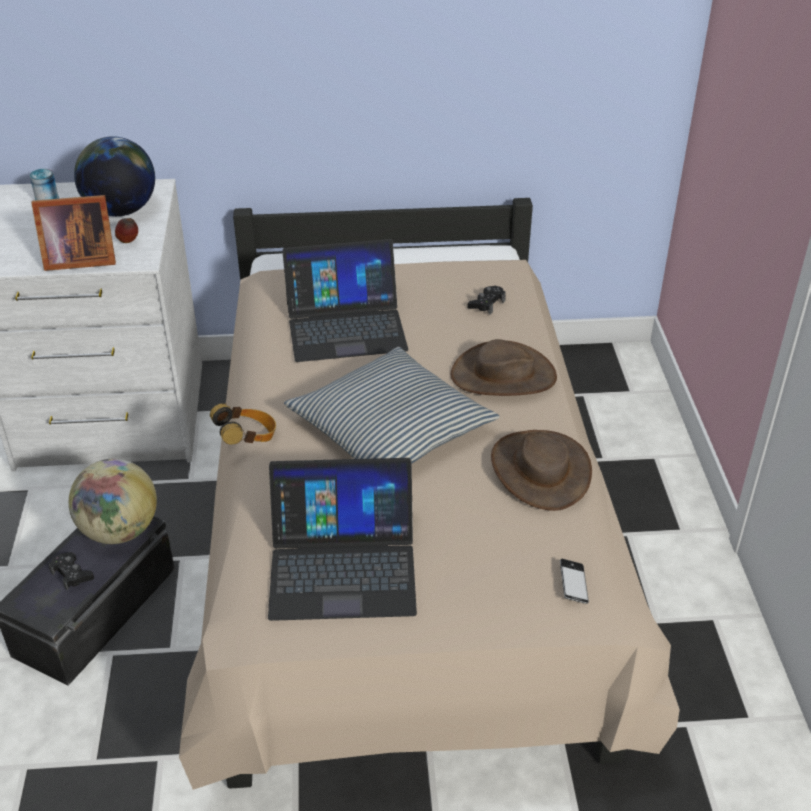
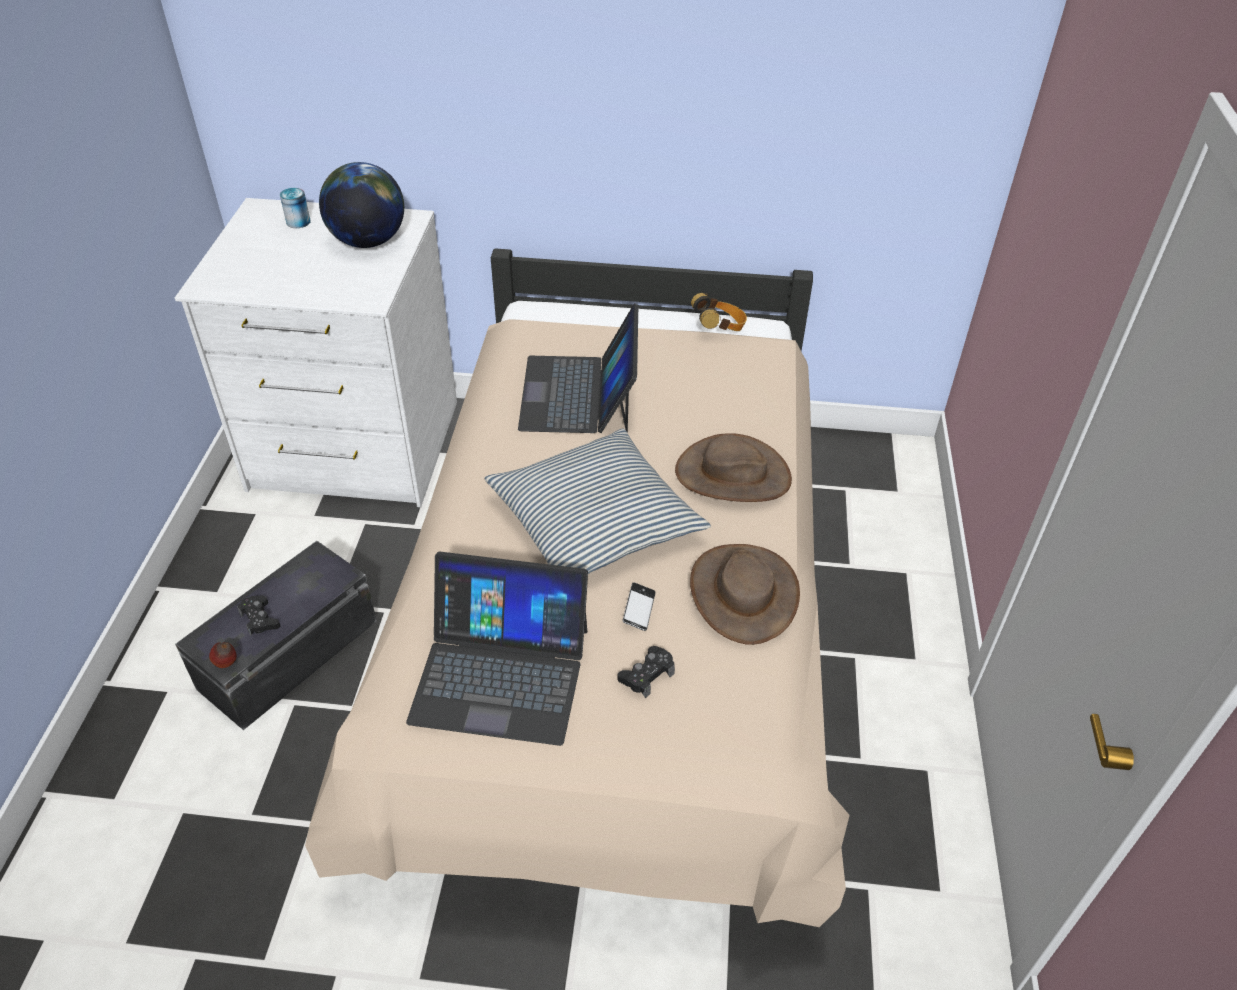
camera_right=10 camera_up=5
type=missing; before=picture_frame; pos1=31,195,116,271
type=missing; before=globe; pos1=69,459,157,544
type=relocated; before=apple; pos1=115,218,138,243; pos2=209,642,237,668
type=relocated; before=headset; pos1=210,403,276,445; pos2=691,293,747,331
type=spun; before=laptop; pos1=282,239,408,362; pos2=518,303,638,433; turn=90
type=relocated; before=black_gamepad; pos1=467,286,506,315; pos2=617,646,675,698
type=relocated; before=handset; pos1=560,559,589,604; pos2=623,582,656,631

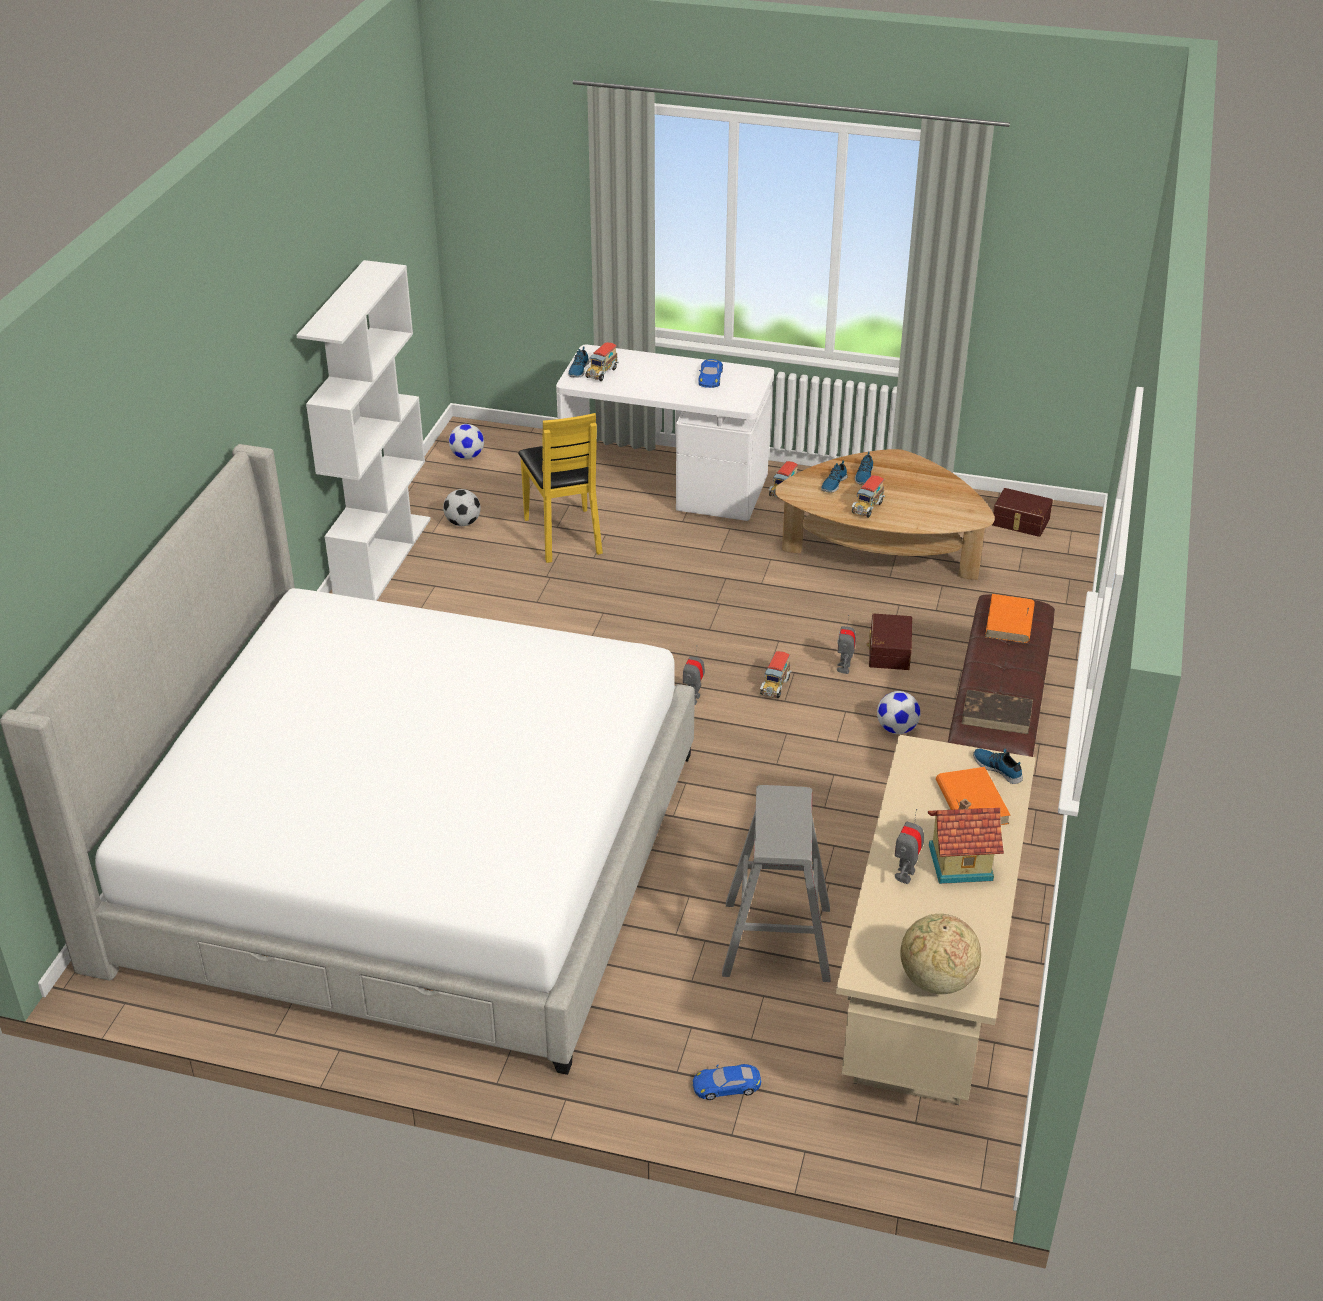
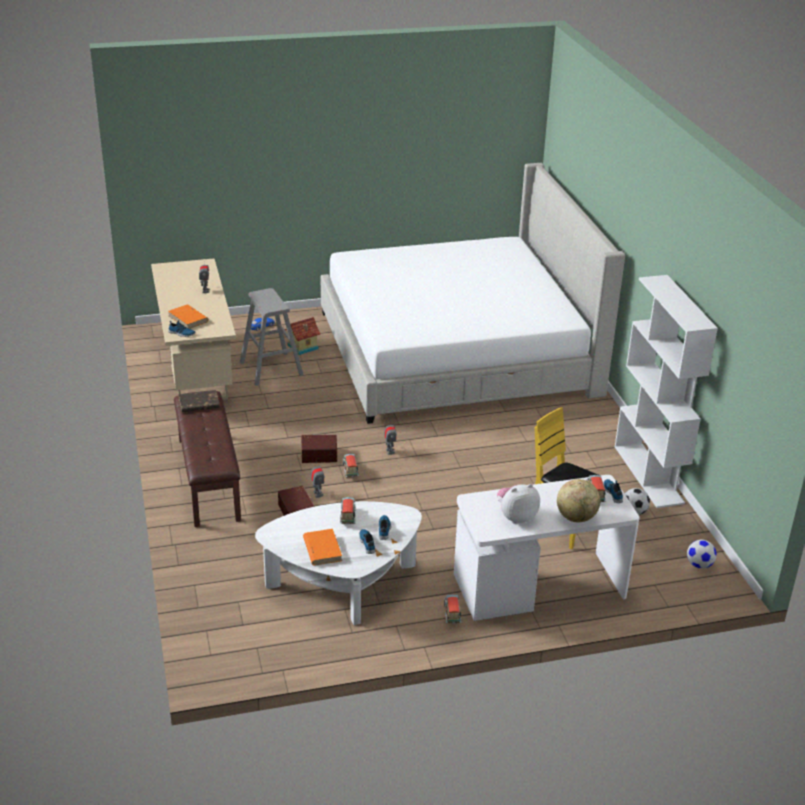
camera_right=150 camera_up=-5
type=exchanged; before=blue_model_car; after=cuddly_toy; pos1=698,359,723,388; pos2=497,484,540,524
type=colour; before=brownish_low_table; after=white-coloured_low_table; pos1=775,449,995,580; pos2=255,501,422,625
type=missing; before=ball_for_football; pos1=877,691,920,734
type=relocated; before=globe; pos1=900,914,981,994; pos2=557,479,600,523
type=relocated; before=model_house; pos1=928,799,1004,884; pos2=285,317,321,355
type=relocated; before=orangey_book; pos1=985,594,1035,643; pos2=303,529,342,565
type=relocated; before=brownish_storage_box; pos1=992,488,1053,537; pos2=301,434,337,463

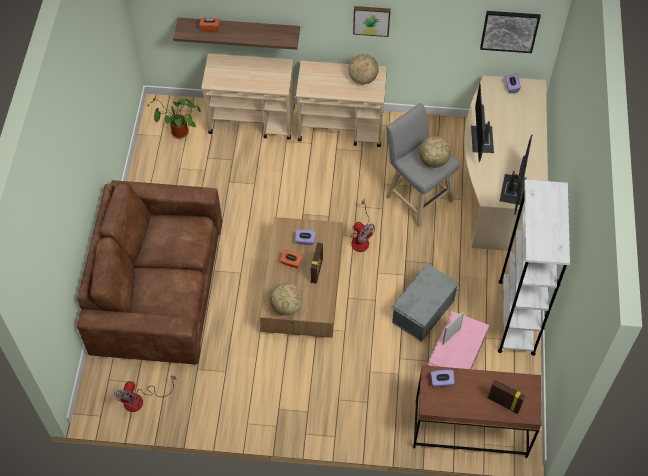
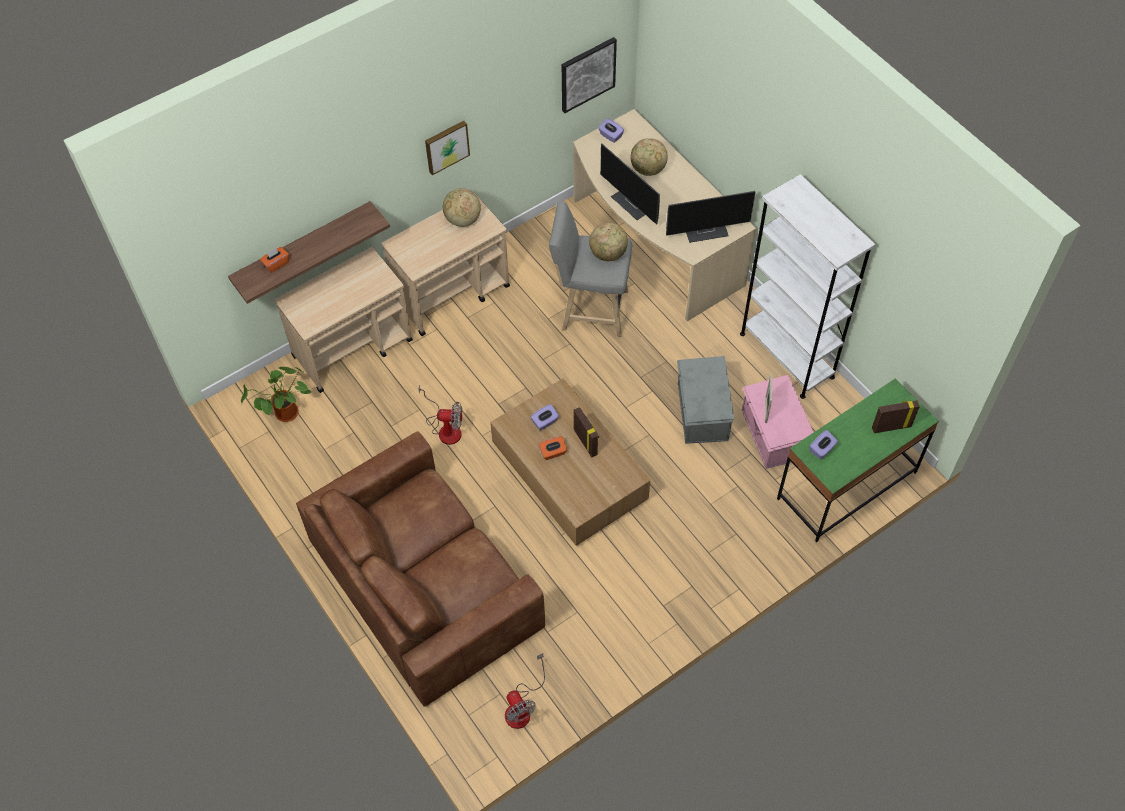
camera_right=-40 camera_up=0
type=relocated; before=globe; pos1=270,283,303,316; pos2=631,138,668,176
type=relocated; before=cooling_fan; pos1=350,199,375,252; pos2=419,385,462,445
type=colour; before=brownish_desk_table; after=green-coloured_desk_table; pos1=413,365,542,458; pos2=777,378,939,542
type=spun; before=computer_screen; pos1=500,135,532,215; pos2=666,191,755,243; turn=105

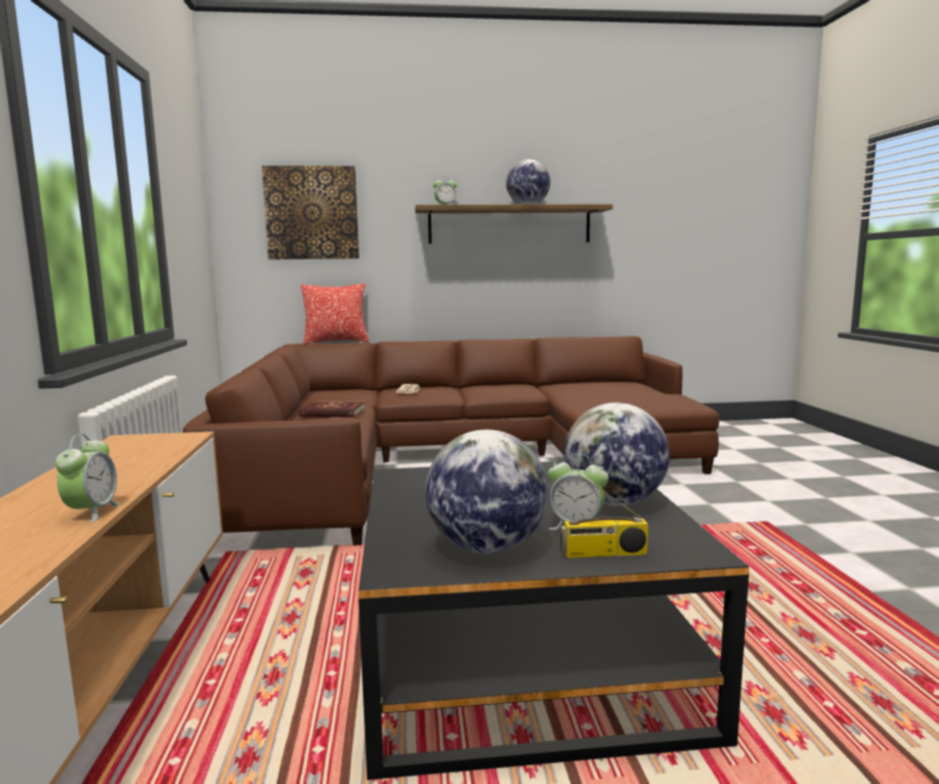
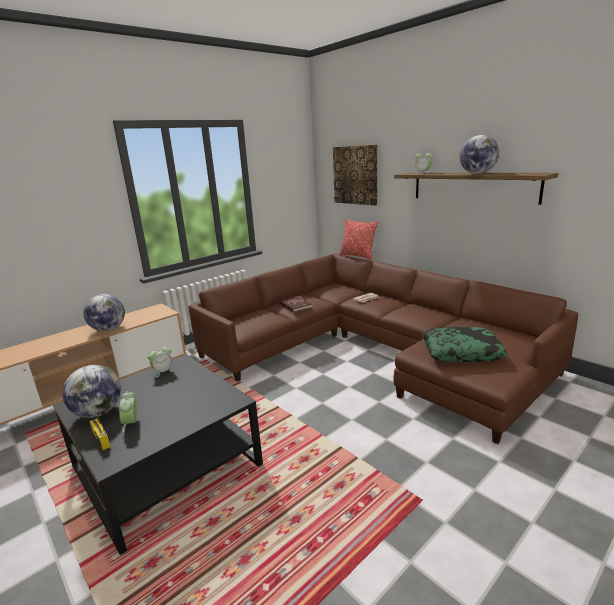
camera_right=55 camera_up=10
type=relocated; before=table_clock; pos1=55,434,121,523; pos2=147,345,174,378
type=relocated; before=globe; pos1=564,403,670,506; pos2=83,294,125,331
type=appeared; after=cushion; pos2=422,327,507,362

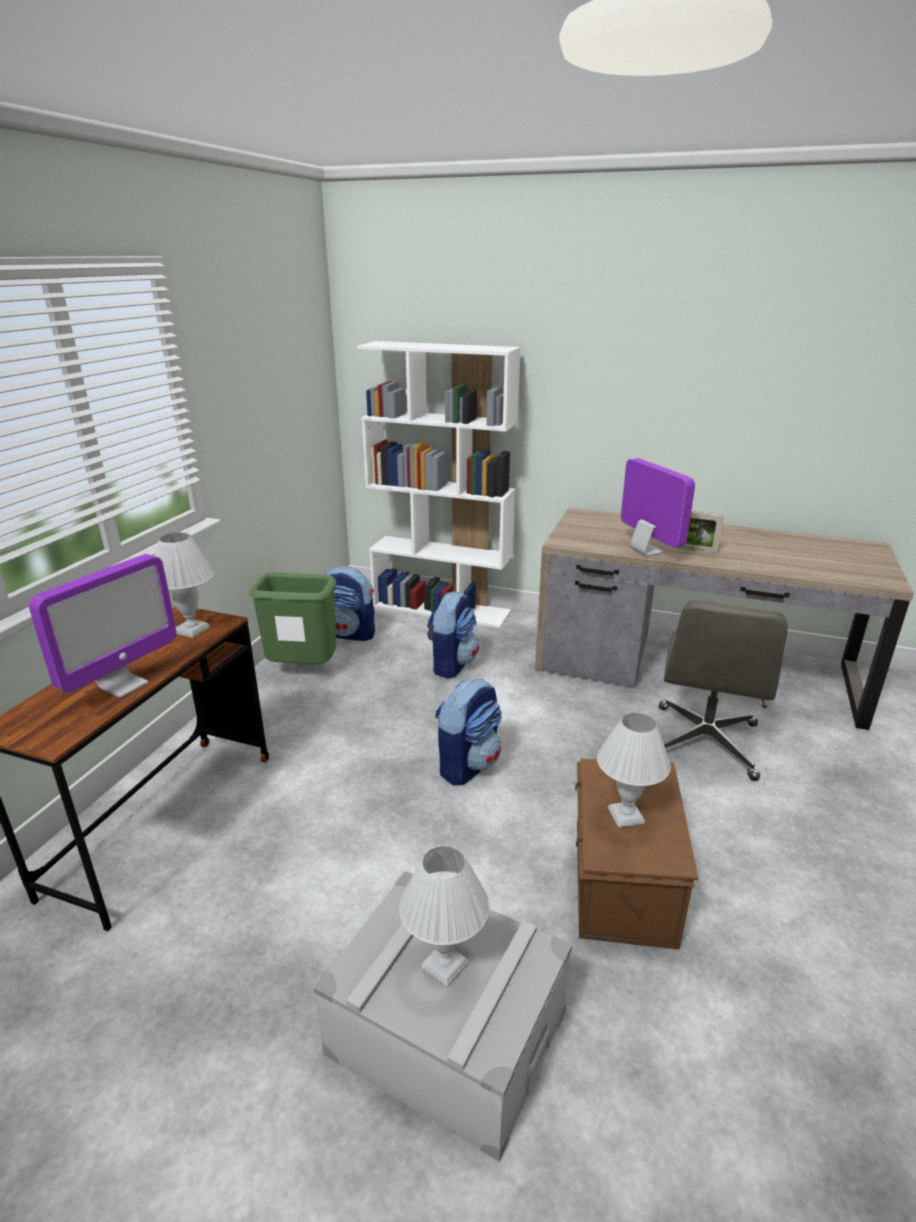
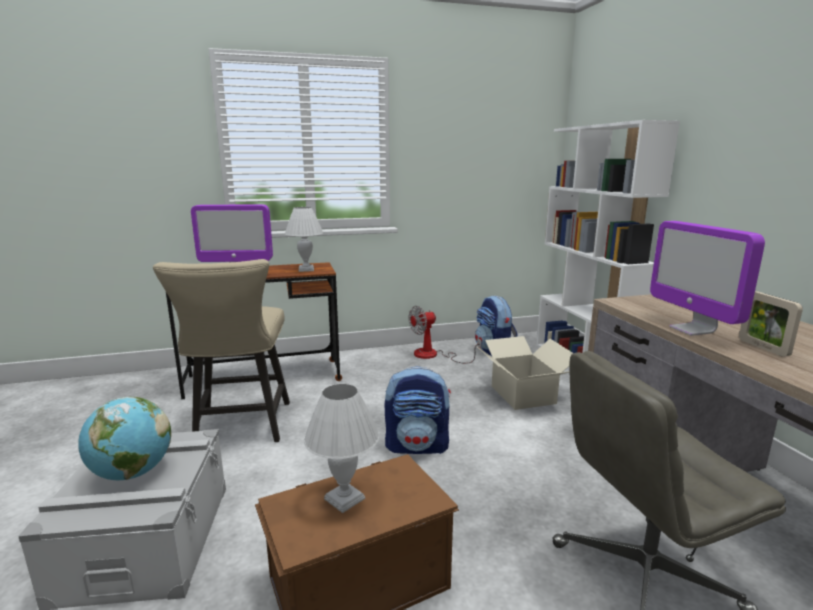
camera_right=55 camera_up=-10
type=exchanged; before=green-coloured_trash_can; after=cooling_fan; pos1=249,573,337,664; pos2=409,306,481,364
type=exchanged; before=white-coloured_lamp_for_a_table; after=globe; pos1=399,846,490,988; pos2=78,397,171,480
type=exchanged; before=rucksack; after=cardboard_box; pos1=427,591,479,678; pos2=476,336,573,410
type=spun; before=computer_screen; pos1=621,458,695,556; pos2=650,221,765,336; turn=135
type=appeared; after=beige_chair; pos2=153,259,290,442

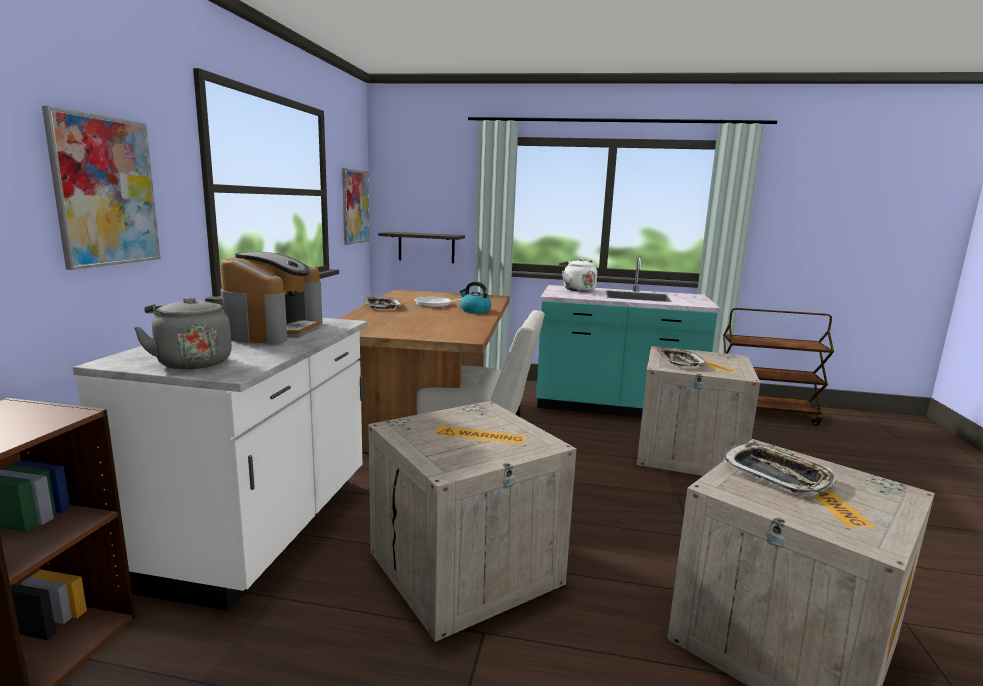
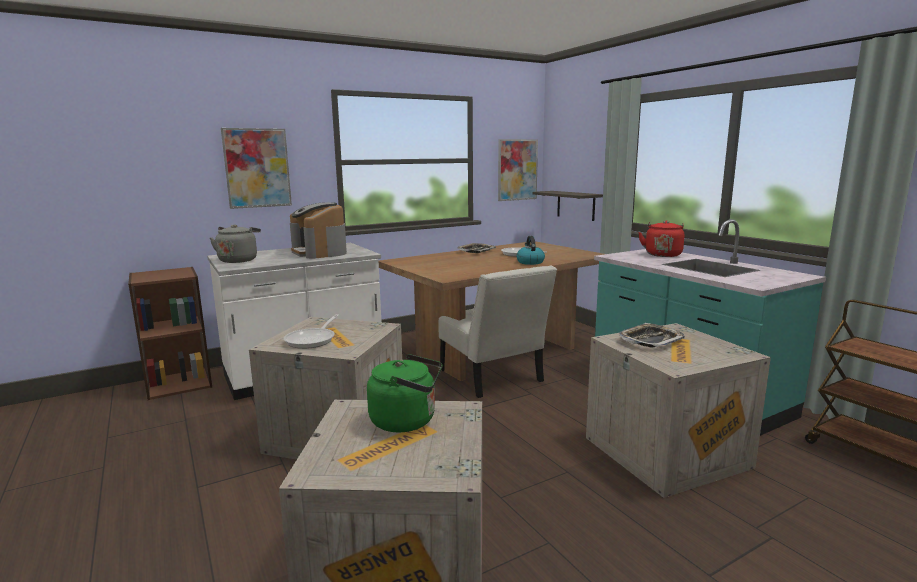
camera_right=50 camera_up=0
type=spun; before=coffee_brewer; pos1=220,252,322,344; pos2=290,202,347,259; turn=90
type=colour; before=white-coloured_kettle; after=red_kettle; pos1=559,258,597,292; pos2=638,220,685,257
type=exchanged; before=tray; after=green-coloured_kettle; pos1=724,443,835,495; pos2=367,354,442,432
type=appeared; after=skillet; pos2=284,314,339,349

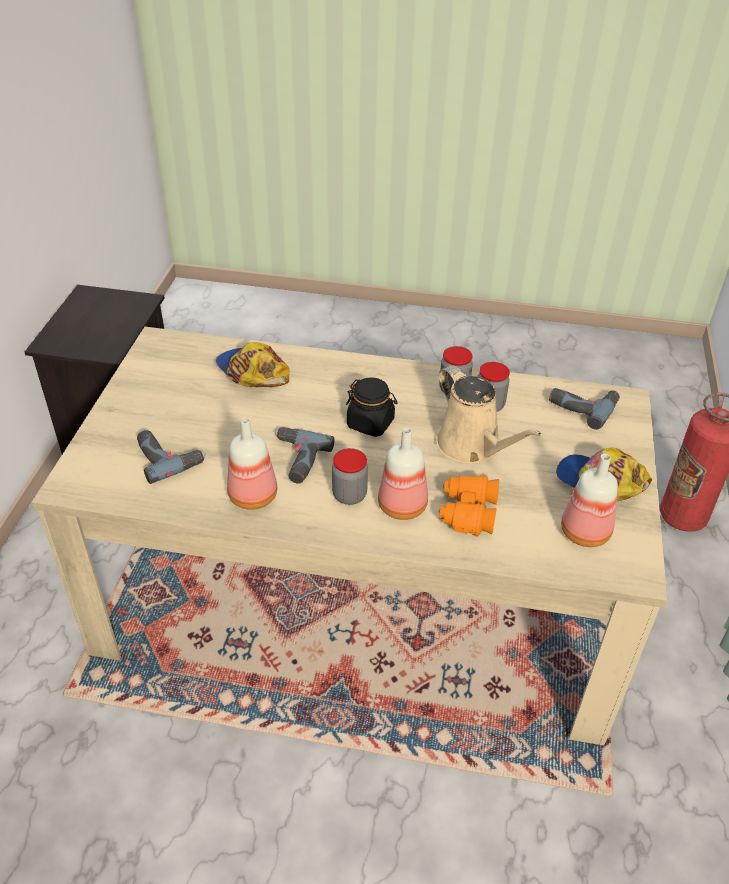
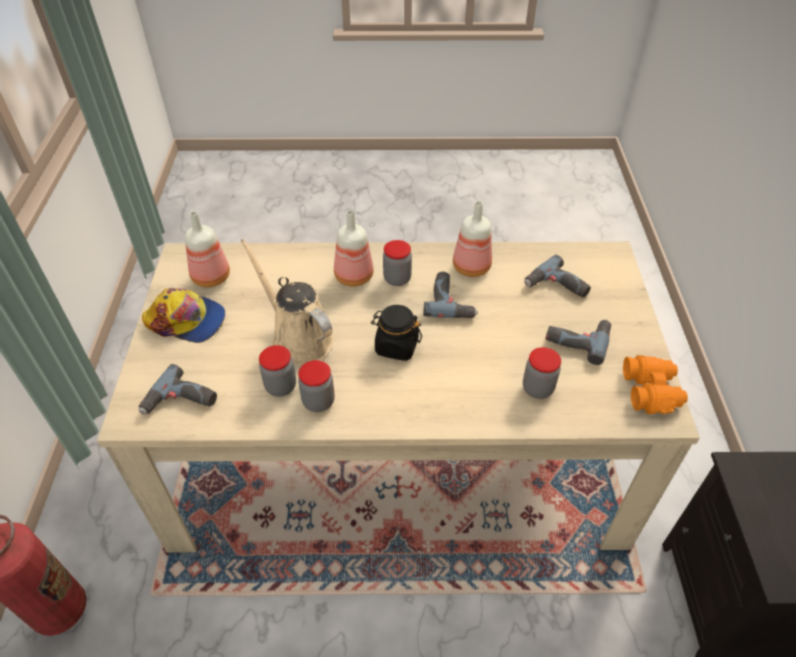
camera_right=170 camera_up=5
type=exchanged; before=baseball_cap; after=storage_jar; pos1=216,342,290,388; pos2=523,347,561,399
type=relocated; before=orangey_pair_of_binoculars; pos1=439,475,499,536; pos2=623,355,688,414
type=appeared; after=power_drill; pos2=545,320,611,365

